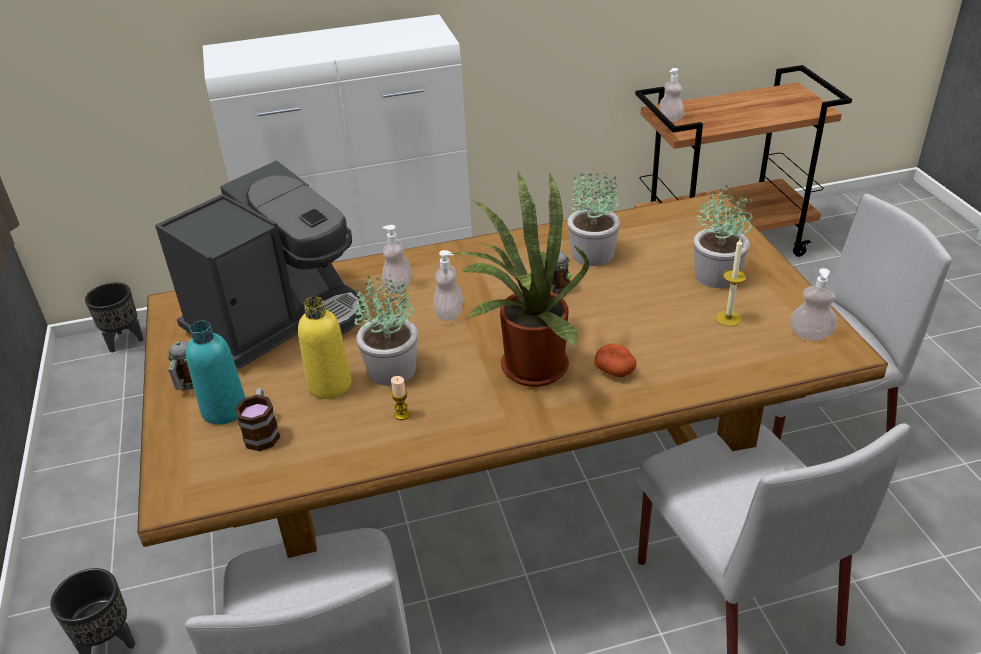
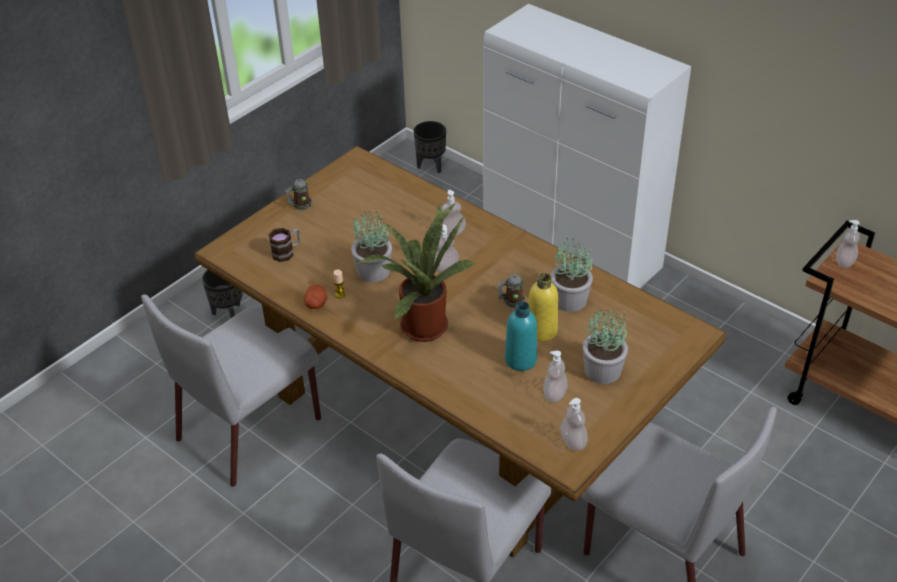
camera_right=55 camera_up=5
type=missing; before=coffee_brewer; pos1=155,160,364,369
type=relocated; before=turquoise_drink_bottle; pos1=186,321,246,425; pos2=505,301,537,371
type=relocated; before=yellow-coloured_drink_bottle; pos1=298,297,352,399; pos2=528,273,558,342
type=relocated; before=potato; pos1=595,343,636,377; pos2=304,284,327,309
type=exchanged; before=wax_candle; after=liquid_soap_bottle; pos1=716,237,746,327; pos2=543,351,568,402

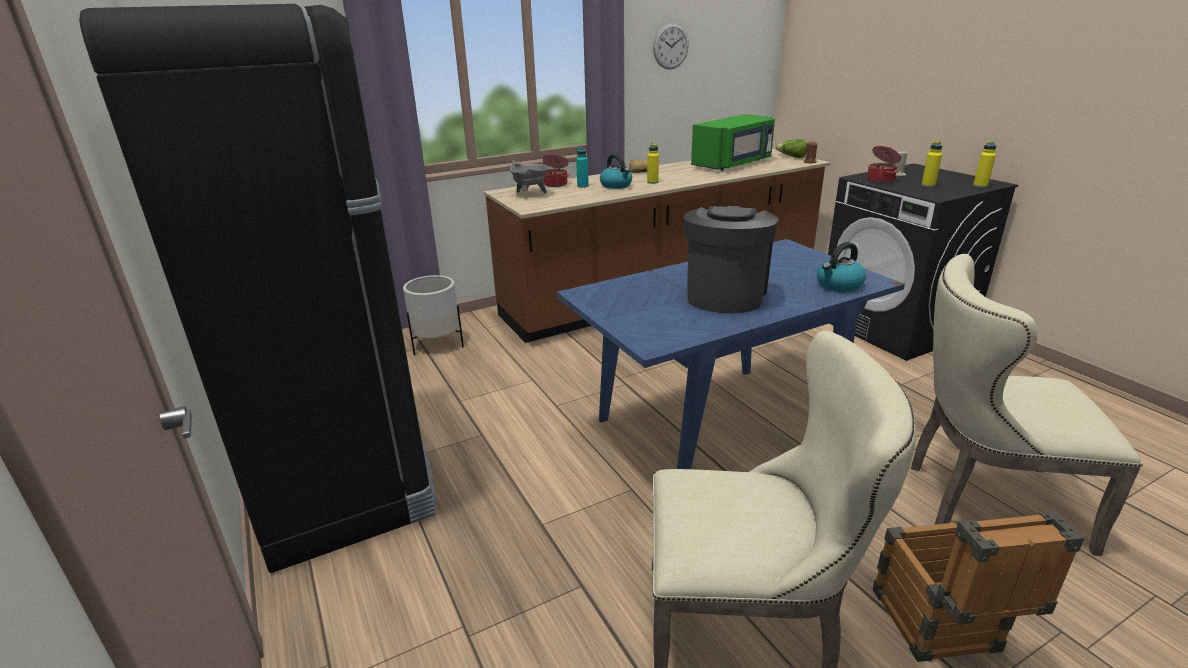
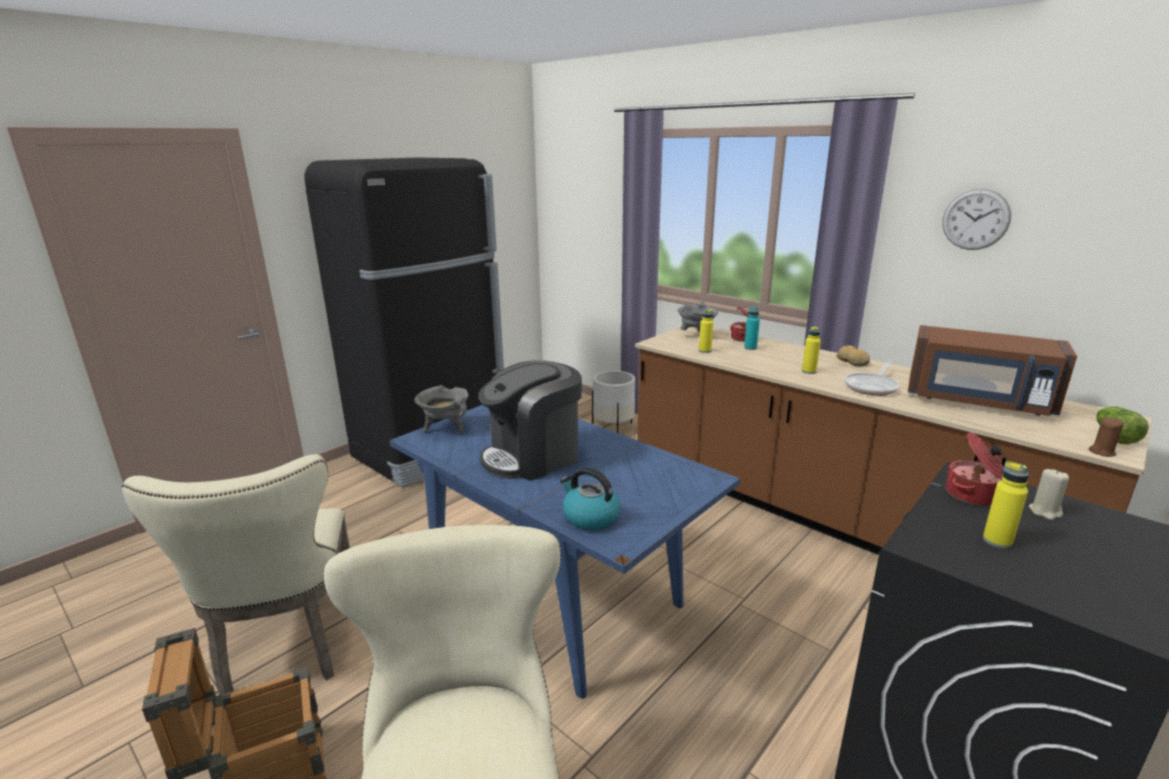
camera_right=70 camera_up=-5
type=missing; before=kettle; pos1=600,154,632,189
type=spun; before=coffee_brewer; pos1=683,206,778,313; pos2=478,360,582,481; turn=150
type=colour; before=green-coloured_microwave_oven; after=brownish_microwave_oven; pos1=691,114,775,171; pos2=908,325,1077,416
type=relocated; before=yellow-coloured_drink_bottle; pos1=973,140,996,188; pos2=699,309,713,353
type=appeared; after=gray_stockpot; pos2=415,385,469,434
type=appeared; after=skillet; pos2=844,360,899,396

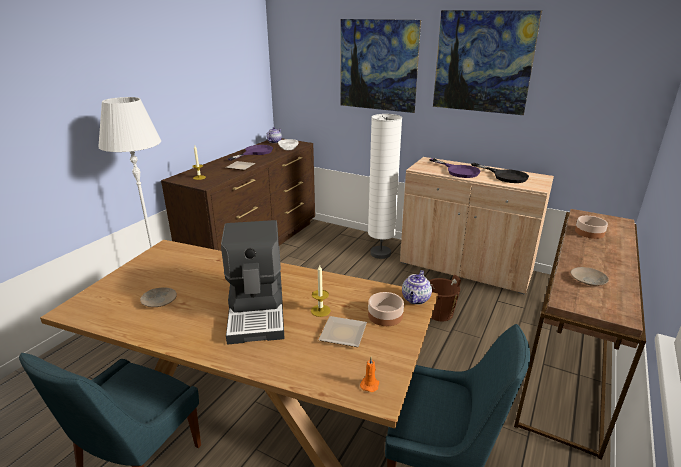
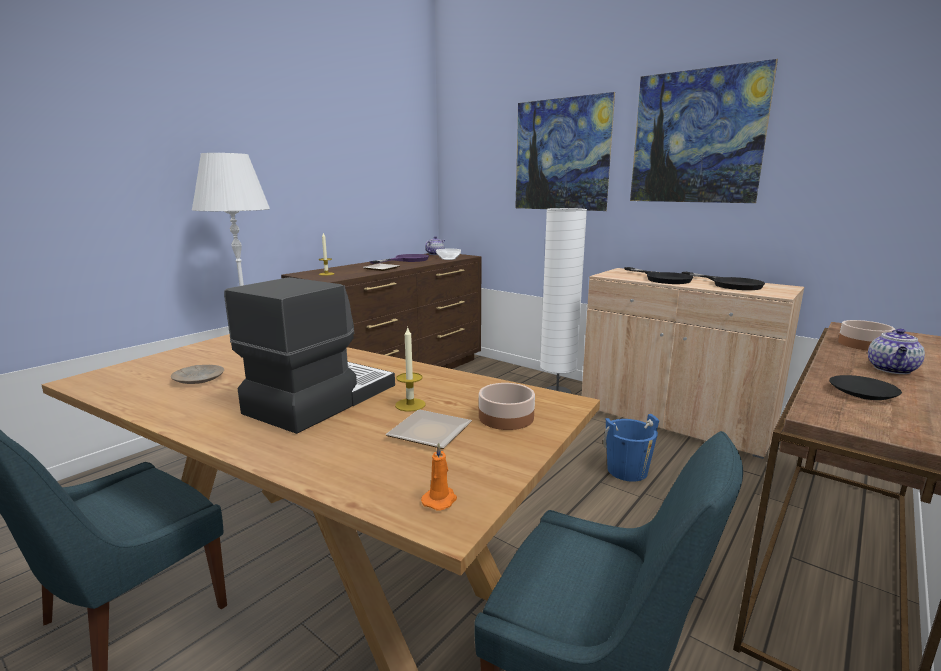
camera_right=10 camera_up=-10
type=spun; before=coffee_brewer; pos1=221,220,285,345; pos2=224,277,395,434; turn=-150
type=relocated; before=tea_pot; pos1=402,270,432,304; pos2=868,329,925,374
type=colour; before=purplish_skillet; after=black_skillet; pos1=429,158,481,178; pos2=624,267,693,284
type=colour; before=brownish_pail; after=blue_pail; pos1=429,275,461,321; pos2=603,414,659,482
type=colour; before=beige_plate; after=black_plate; pos1=571,267,609,286; pos2=829,375,902,400

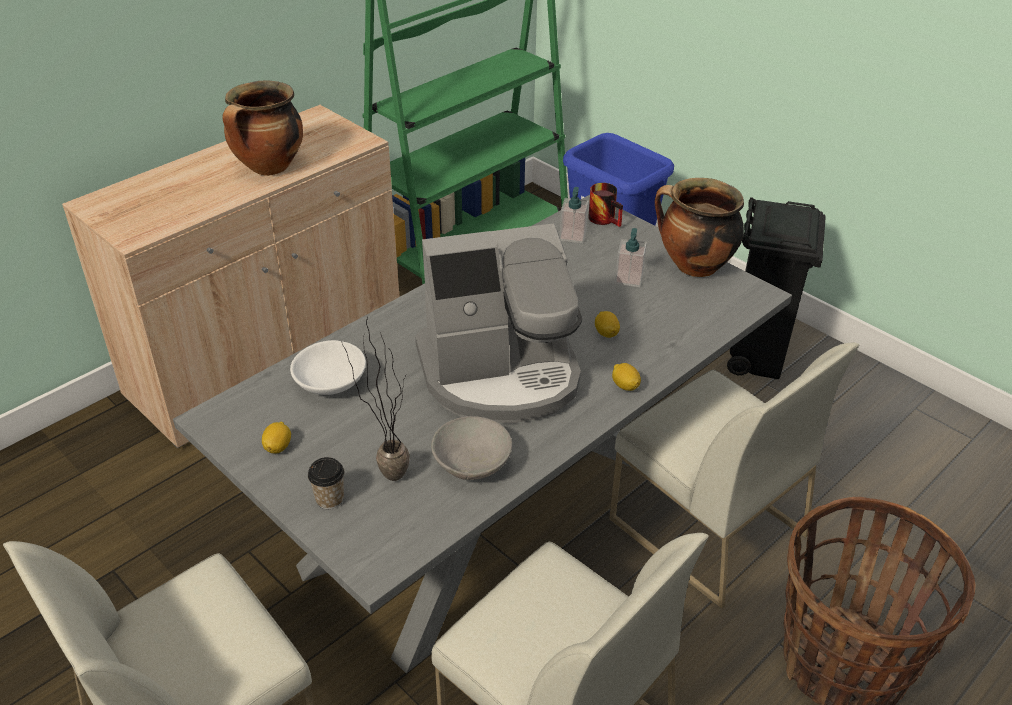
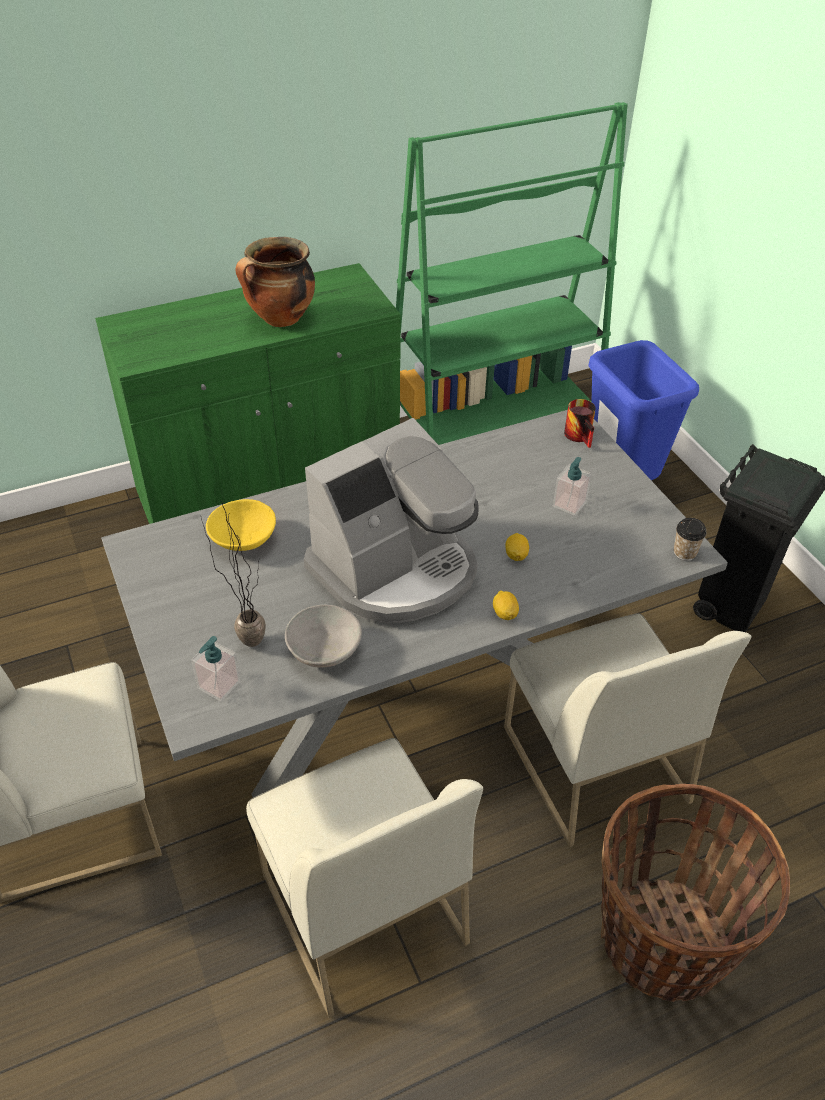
camera_right=20 camera_up=5
type=colour; before=beige_cabinet; after=green-coloured_cabinet; pos1=62,105,399,448; pos2=95,263,401,524
type=missing; before=lemon; pos1=262,422,291,453
type=colour; before=white-coloured_deep_dish; after=yellow-coloured_deep_dish; pos1=290,340,366,395; pos2=206,499,276,551
type=relocated; before=small_cup; pos1=308,457,344,509; pos2=674,518,707,561
type=spun; before=coffee_brewer; pos1=415,223,582,423; pos2=304,418,479,624; turn=-45
type=relocated; before=liquid_soap_bottle; pos1=560,187,589,243; pos2=191,636,240,702
type=missing; before=stockpot; pos1=655,178,744,277

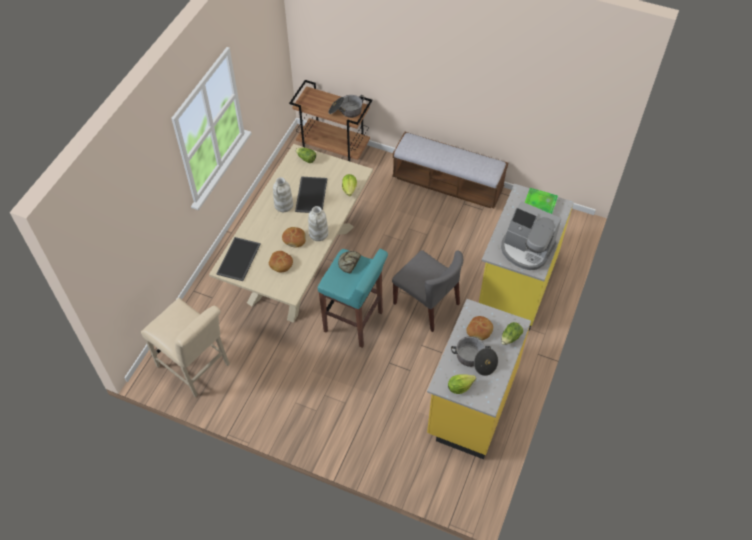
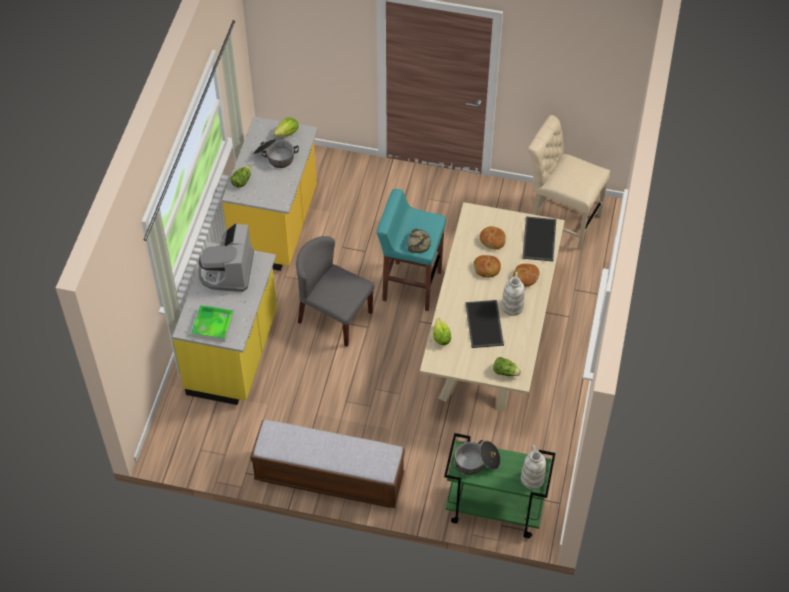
camera_right=170 camera_up=0
type=colour; before=brownish_wheeled_cart; after=green-coloured_wheeled_cart; pos1=289,80,372,161; pos2=444,433,555,538
type=relocated; before=white-coloured_flower_vase; pos1=308,206,328,241; pos2=521,445,546,489
type=relocated; before=bread; pos1=466,316,493,340; pos2=513,264,540,287
type=spun; before=coffee_brewer; pos1=501,201,562,270; pos2=198,223,254,292; turn=-105

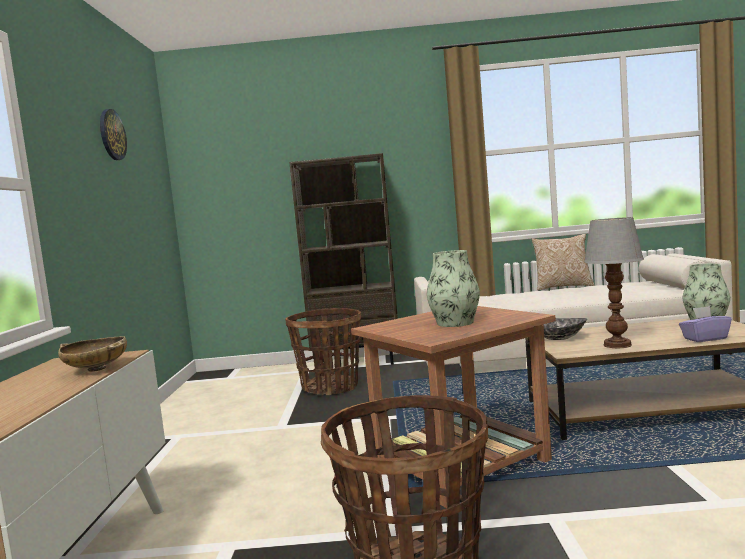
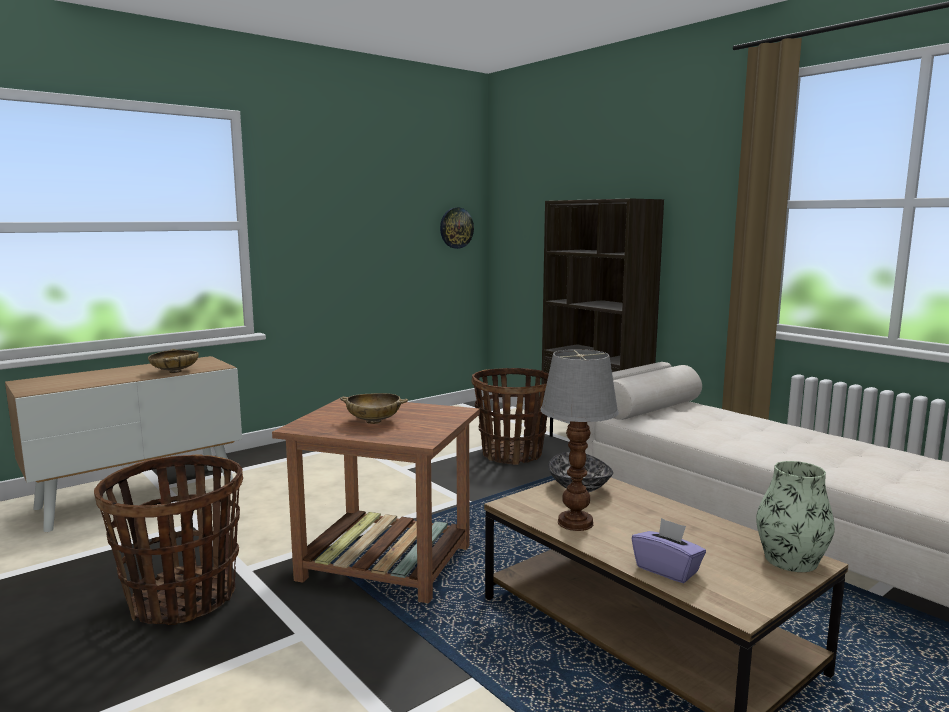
camera_right=50 camera_up=5
type=relocated; before=clock_on_the_wall; pos1=100,109,127,160; pos2=440,208,474,249
type=exchanged; before=flower_vase; after=beige_deep_dish; pos1=427,250,480,327; pos2=340,393,408,424
type=missing; before=cushion; pos1=531,234,595,291

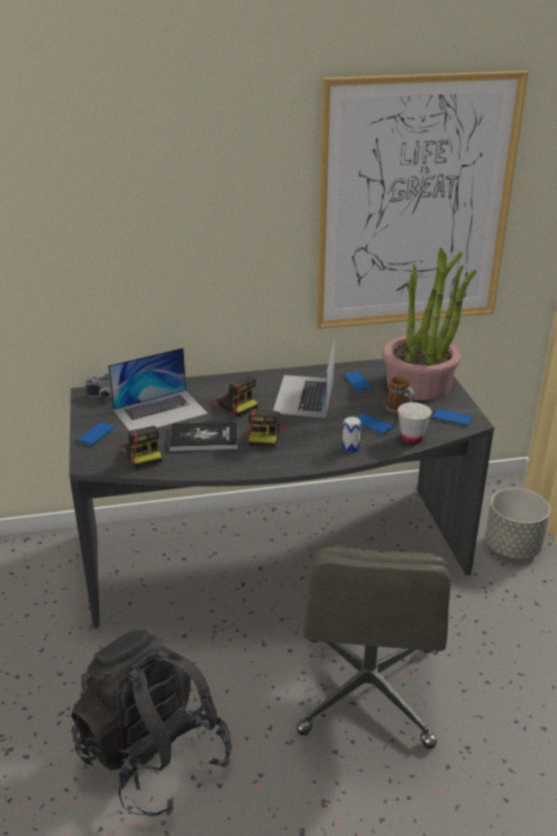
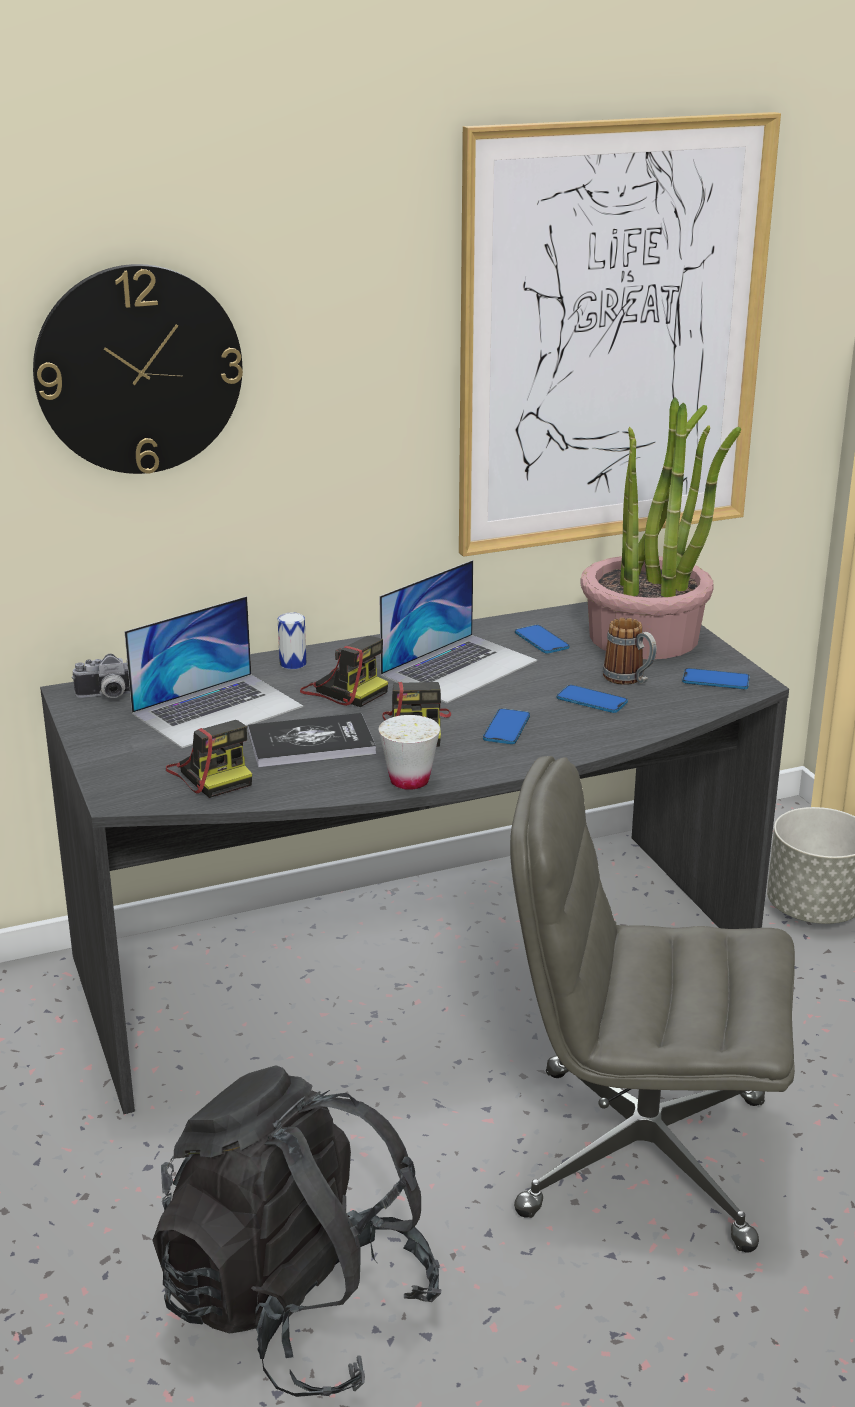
camera_right=-10 camera_up=-5
type=relocated; before=handset; pos1=77,422,115,446; pos2=483,708,530,744
type=spun; before=laptop; pos1=273,337,335,418; pos2=380,560,537,703; turn=-135
type=spun; before=gray_desk_chair; pos1=296,544,451,749; pos2=510,756,795,1252; turn=105
type=relocated; before=metal_can; pos1=342,417,361,453; pos2=278,613,306,669
type=relocated; before=white-coloured_small_cup; pos1=398,402,432,443; pos2=379,715,440,790
type=appeared; after=clock_on_the_wall; pos2=33,264,243,474

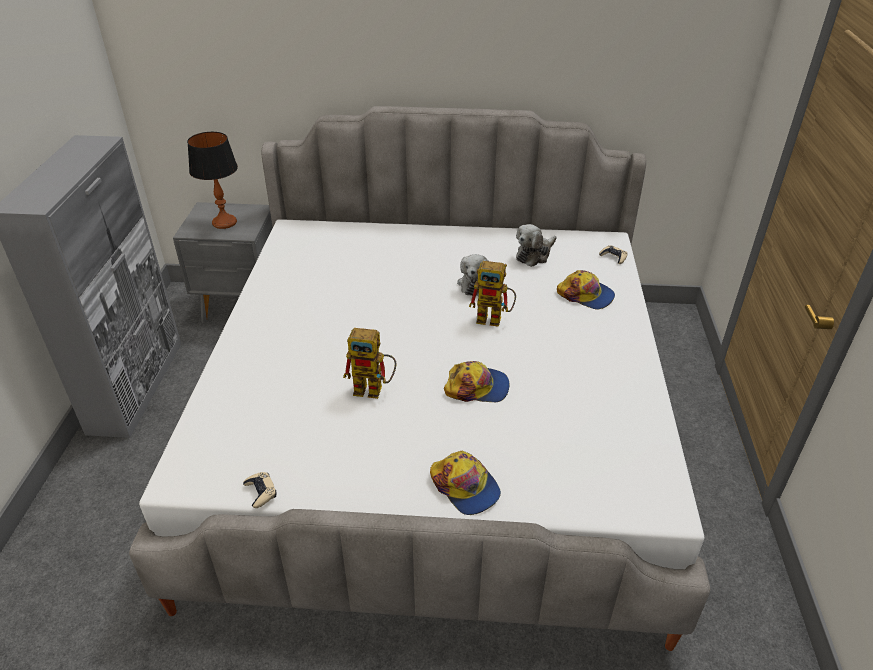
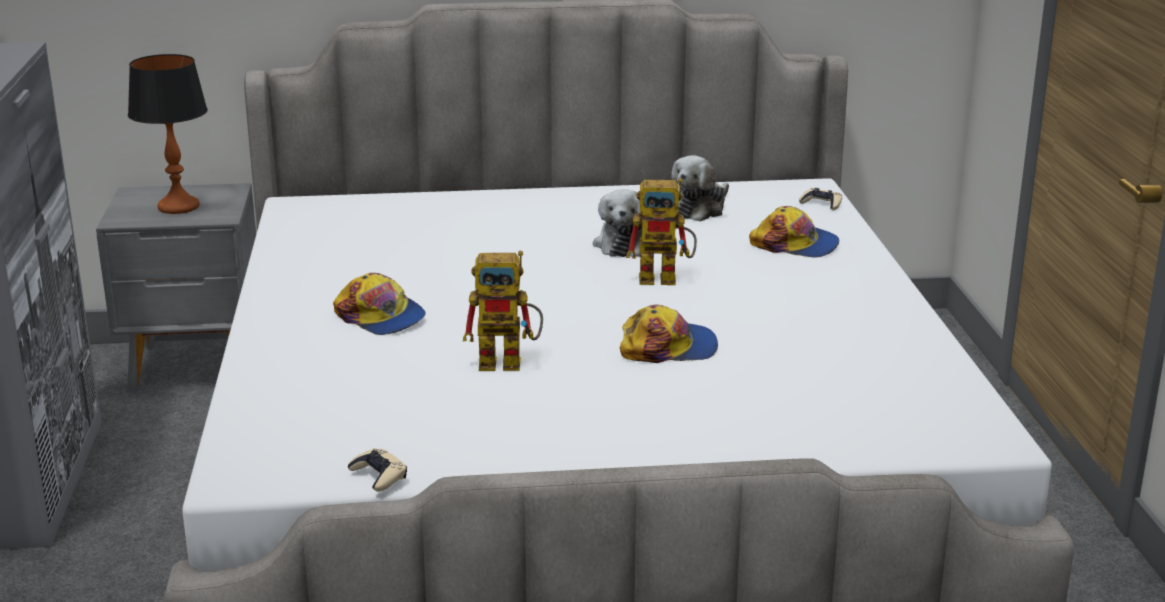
camera_right=-10 camera_up=-15
type=relocated; before=baseball_cap; pos1=430,451,501,515; pos2=333,273,426,335

